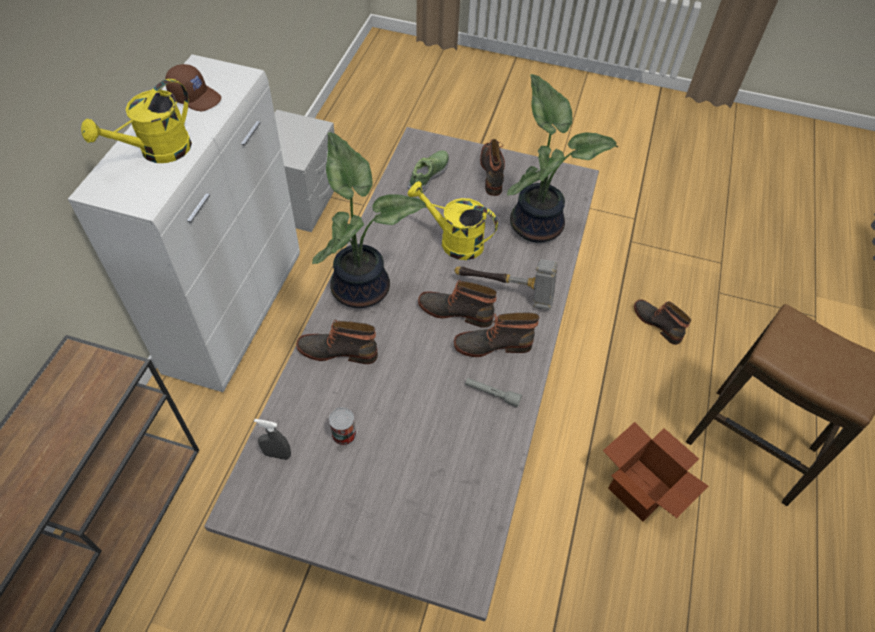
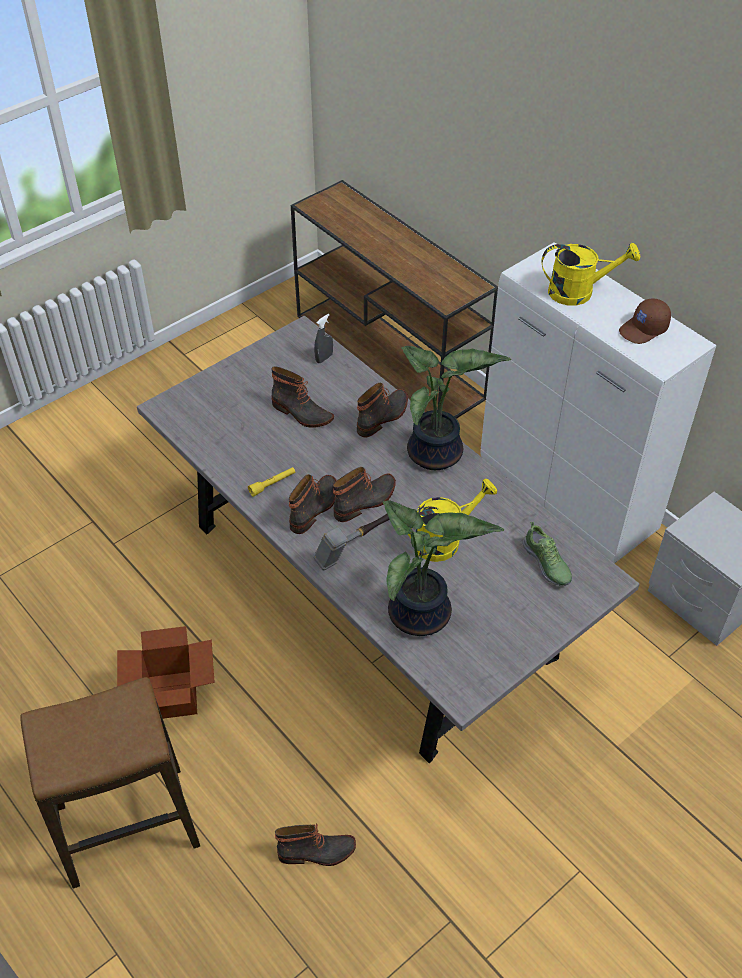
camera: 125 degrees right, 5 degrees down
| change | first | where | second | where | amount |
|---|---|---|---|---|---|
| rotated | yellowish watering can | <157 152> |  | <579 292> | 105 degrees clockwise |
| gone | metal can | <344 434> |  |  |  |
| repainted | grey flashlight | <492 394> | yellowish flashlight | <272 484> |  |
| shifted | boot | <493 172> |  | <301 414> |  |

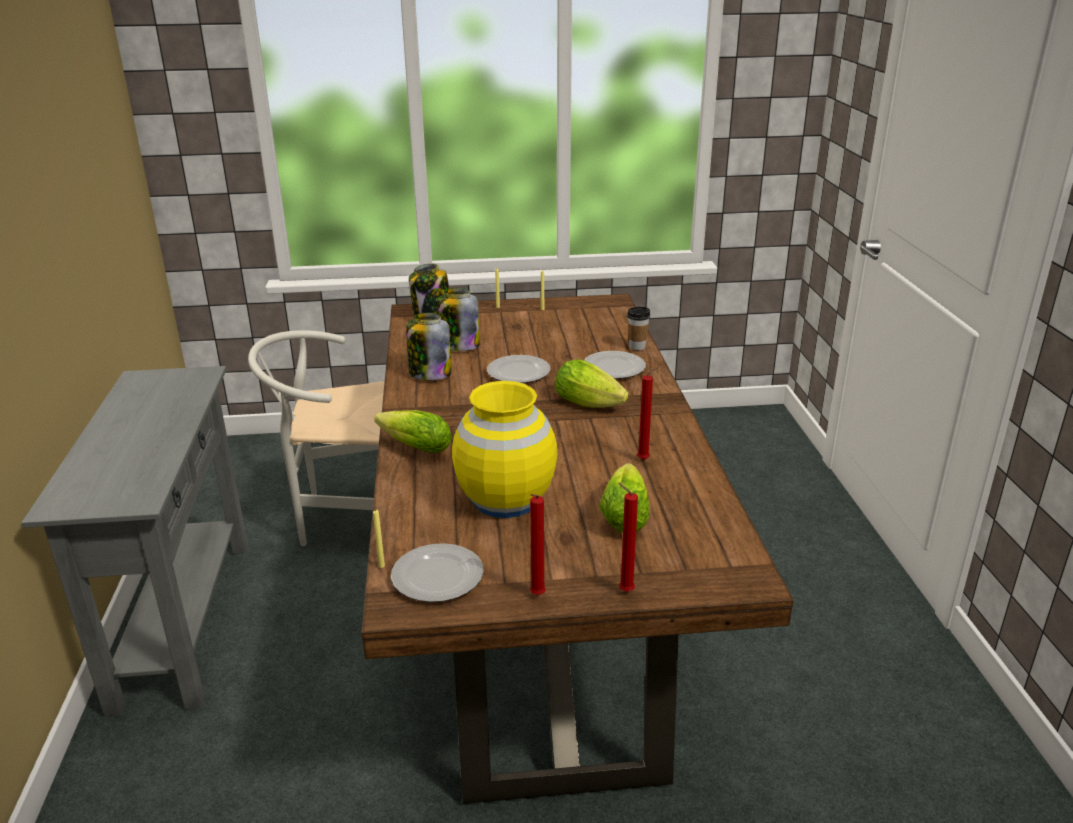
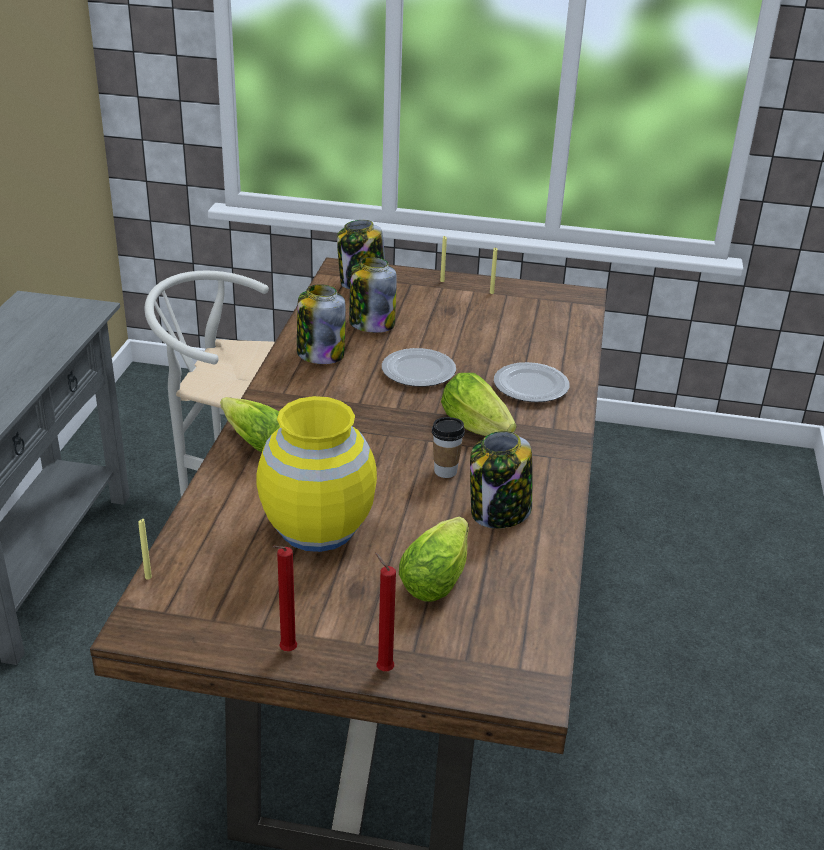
camera: 15 degrees right, 5 degrees up
| change | first | where | second | where | amount |
|---|---|---|---|---|---|
| gone | plate | <438 577> |  |  |  |
| shifted | drinking cup | <637 347> |  | <445 471> |  |
| swapped | red-coloured wax candle | <645 459> | preserve jar | <499 512> |  |

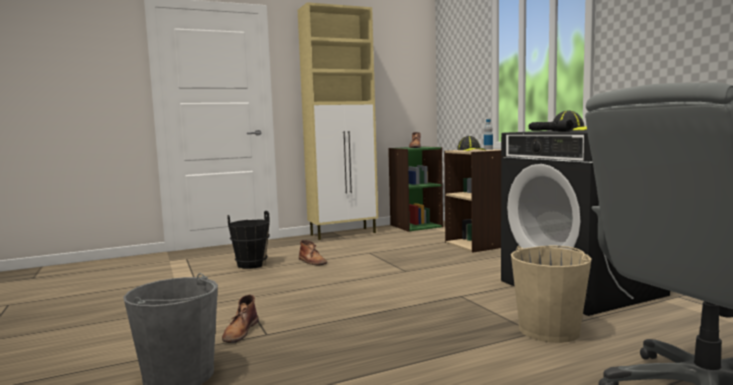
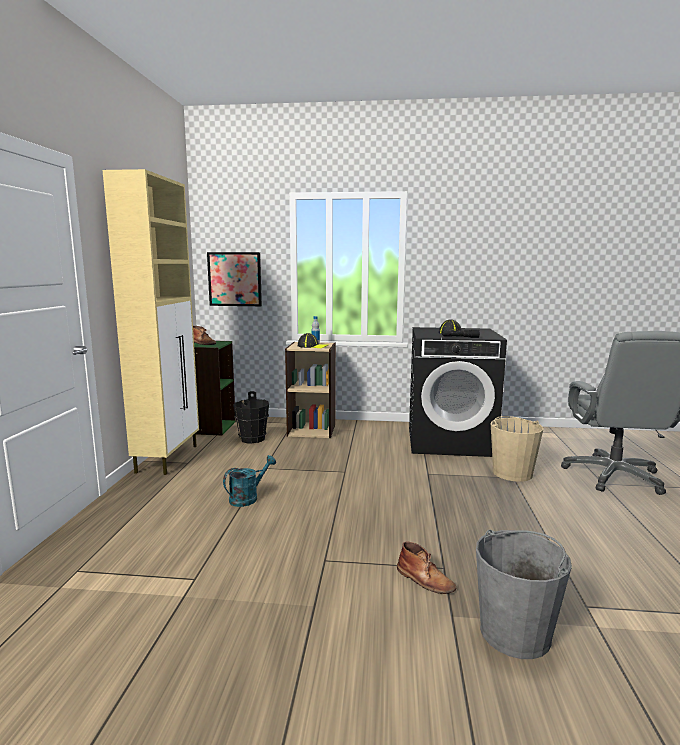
camera: 60 degrees left, 5 degrees up
| change | first | where | second | where | amount |
|---|---|---|---|---|---|
| shifted | black-coloured water bucket | <251 265> |  | <253 439> |  |
| swapped | brownish boot | <312 261> | turquoise watering can | <248 498> |  |
| new |  |  | wall art | <235 279> |  |

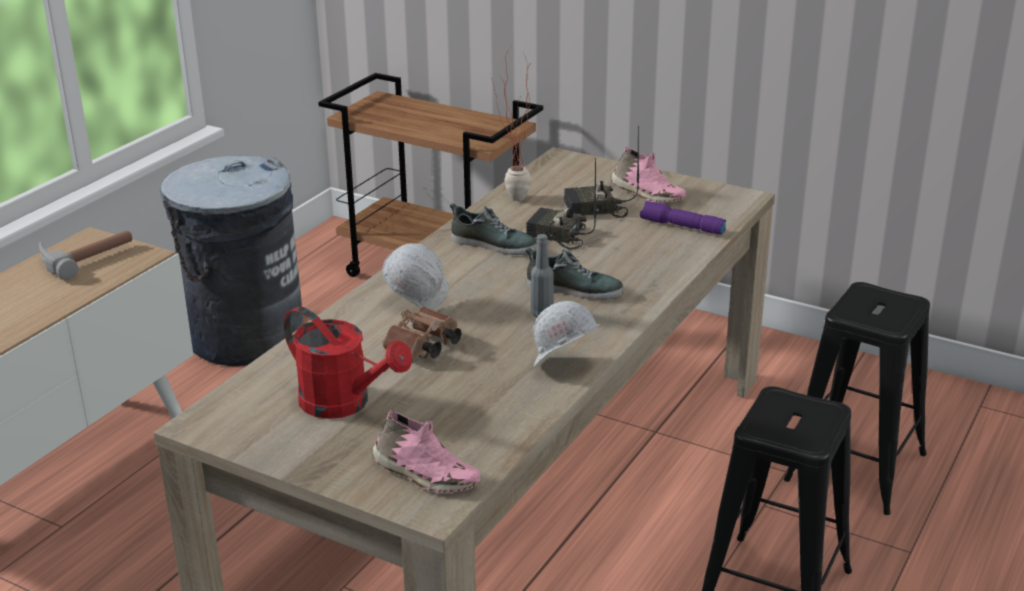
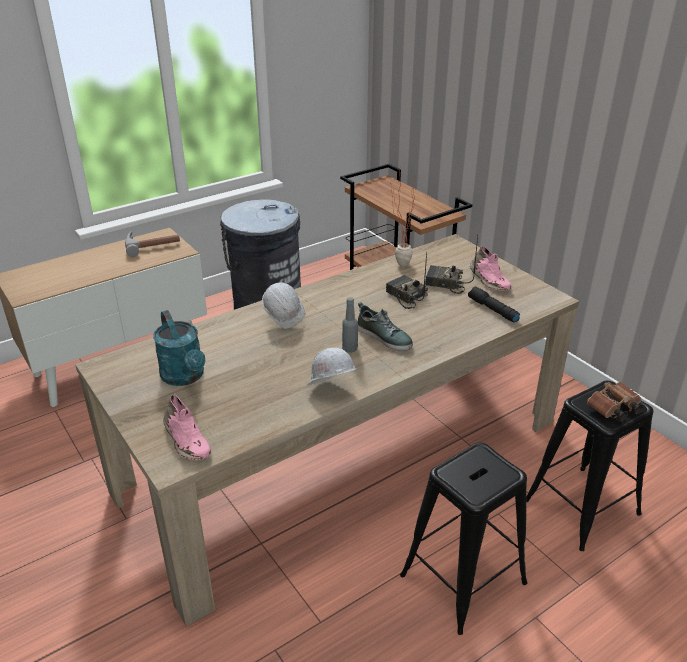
camera: 25 degrees right, 5 degrees up
| change | first | where | second | where | amount |
|---|---|---|---|---|---|
| repainted | red-coloured watering can | <345 404> | turquoise watering can | <185 377> |  |
| shifted | brownish pair of binoculars | <422 348> |  | <613 410> |  |
| gone | item of footwear | <494 244> |  |  |  |
| repainted | purple flashlight | <681 227> | black-coloured flashlight | <492 310> |  |

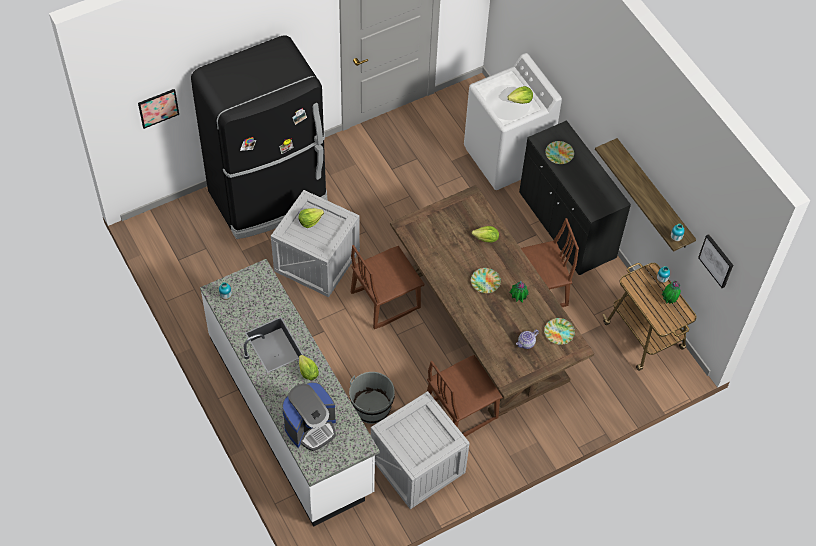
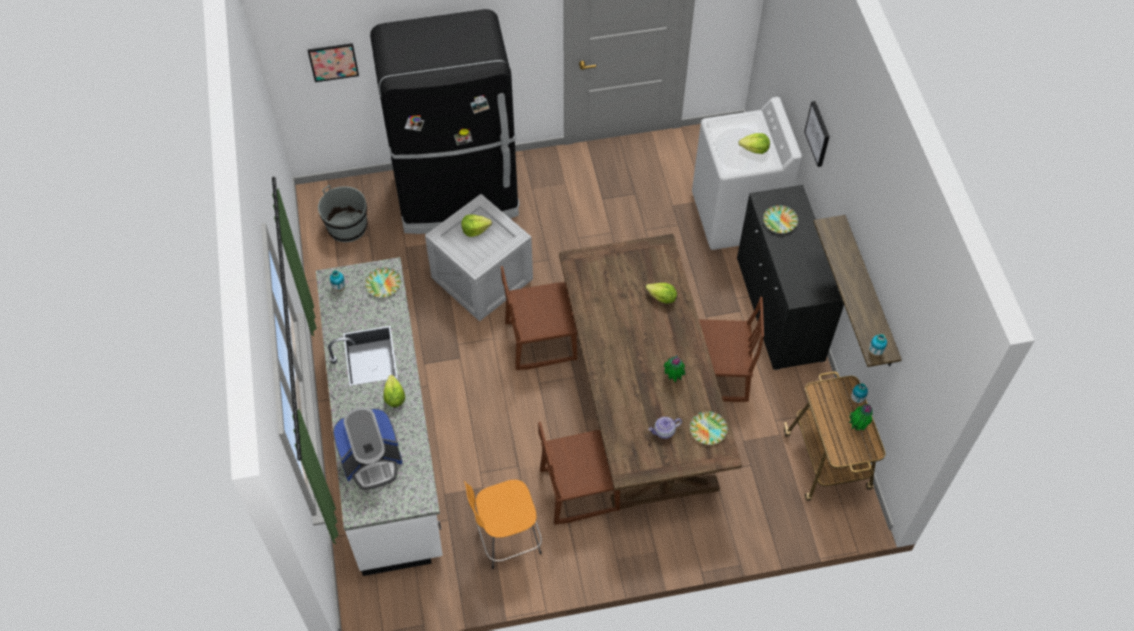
camera: 20 degrees right, 0 degrees up
| change | first | where | second | where | amount |
|---|---|---|---|---|---|
| shifted | grey water bucket | <371 407> |  | <347 227> |  |
| swapped | crate | <417 465> | orange sitting stool | <506 539> |  |
| shifted | plate | <485 282> |  | <383 284> |  |
| shifted | wall art | <716 260> |  | <818 133> |  |

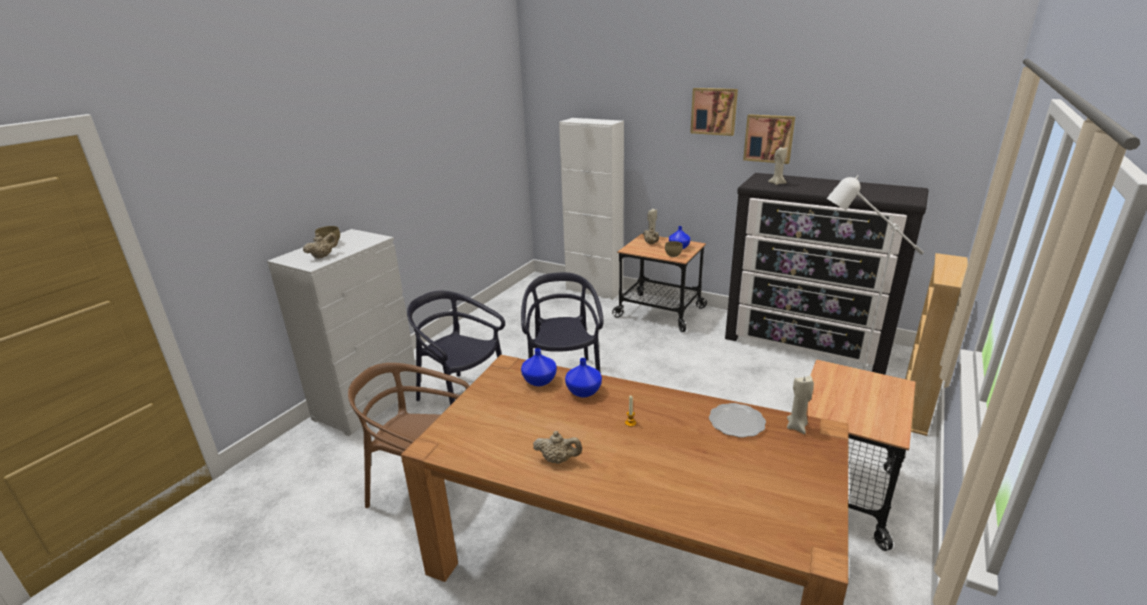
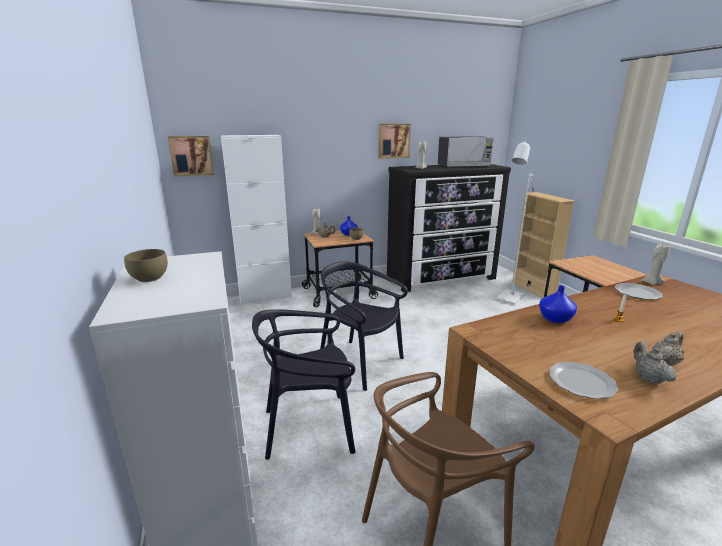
camera: 50 degrees left, 5 degrees down
| change | first | where | second | where | amount |
|---|---|---|---|---|---|
| shifted | beige-coloured teapot | <323 256> |  | <648 378> |  |
| gone | blue-coloured flower vase | <539 381> |  |  |  |
| shifted | wall art | <714 111> |  | <191 155> |  |
| new |  |  | kitchen microwave | <463 166> |  |
| new |  |  | plate | <582 382> |  |

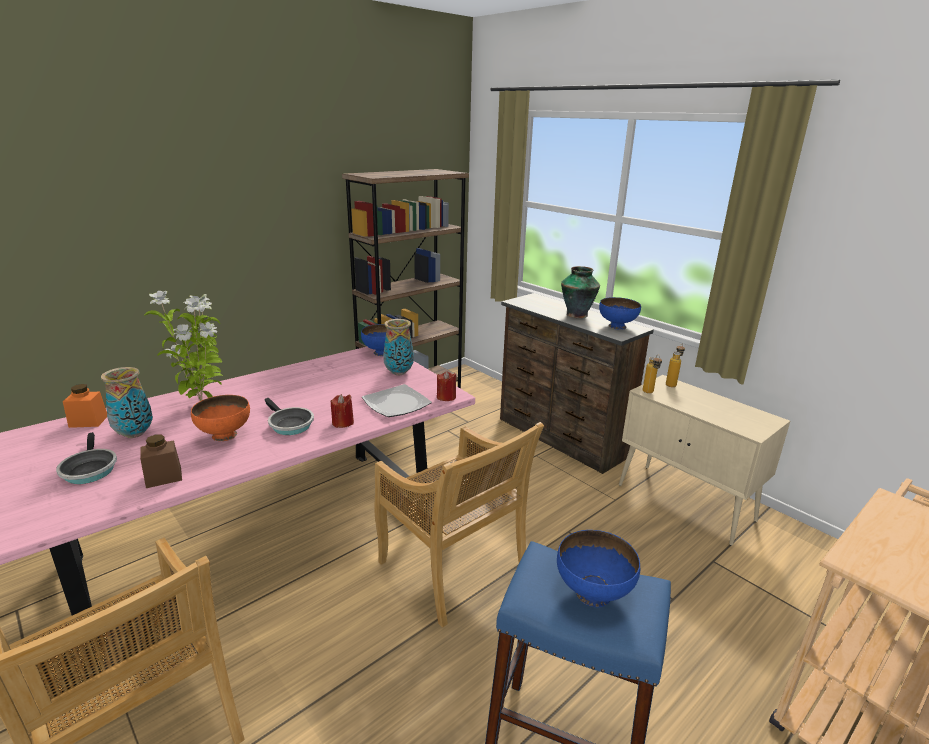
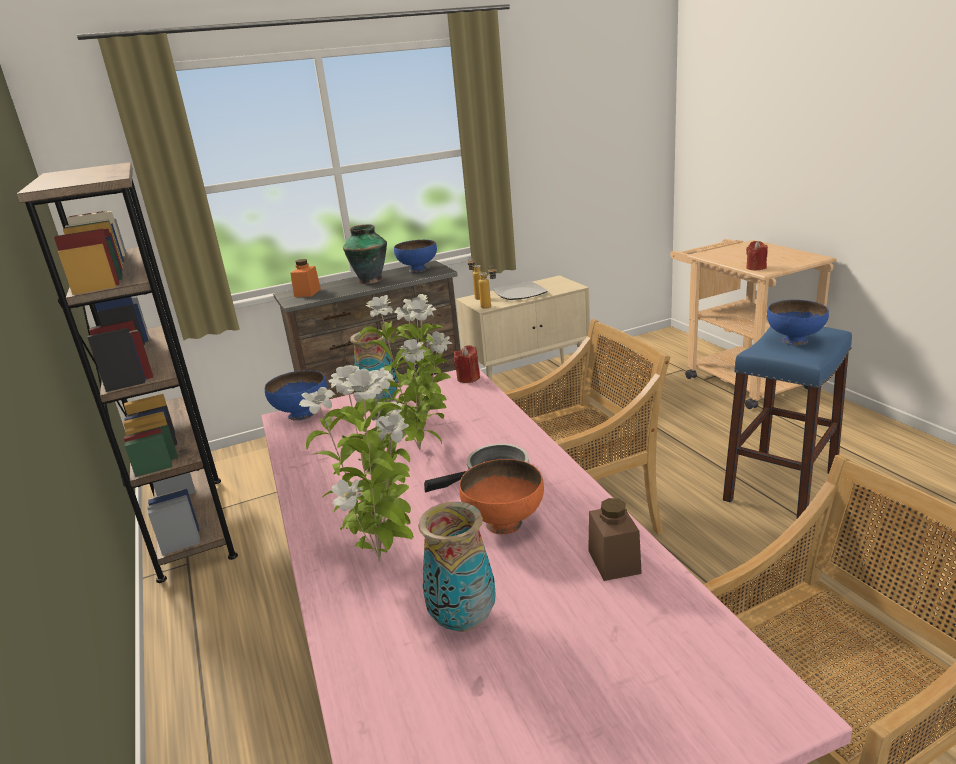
camera: 70 degrees left, 0 degrees up
| change | first | where | second | where | amount |
|---|---|---|---|---|---|
| gone | frying pan | <89 469> |  |  |  |
| shifted | orange preserve jar | <88 421> |  | <307 293> |  |
| shifted | red-coloured wax candle | <343 423> |  | <756 268> |  |
| shifted | plate | <396 403> |  | <519 293> |  |
| new |  |  | houseplant | <422 450> |  |

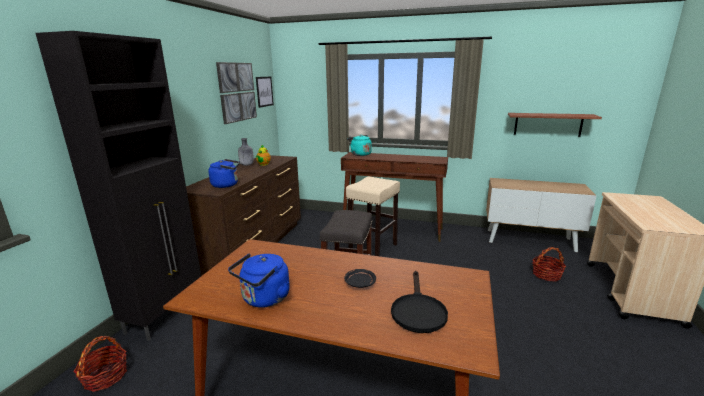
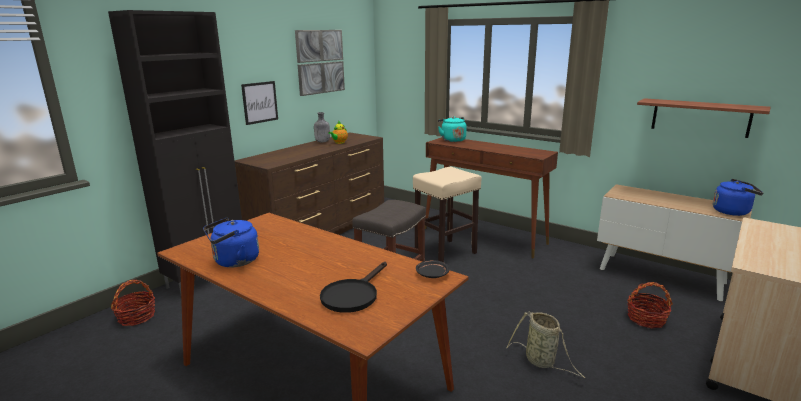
camera: 20 degrees right, 0 degrees up
| change | first | where | second | where | amount |
|---|---|---|---|---|---|
| shifted | blue-coloured water kettle | <227 185> |  | <733 211> |  |
| shifted | wall art | <264 91> |  | <260 102> |  |
| shifted | black-coloured plate | <360 283> |  | <432 274> |  |
| new |  |  | basket | <542 362> |  |

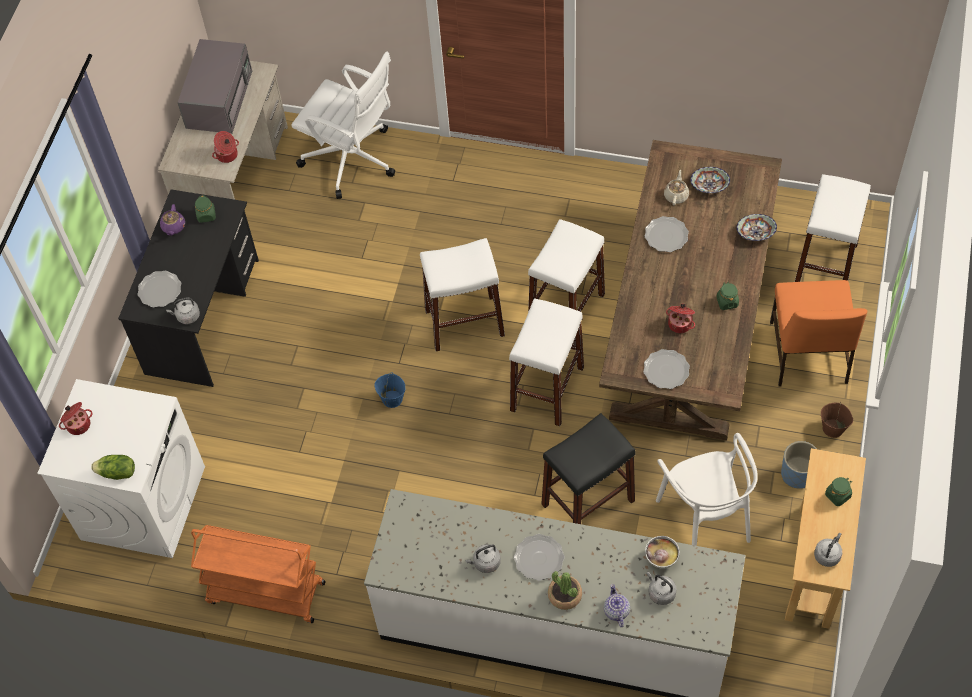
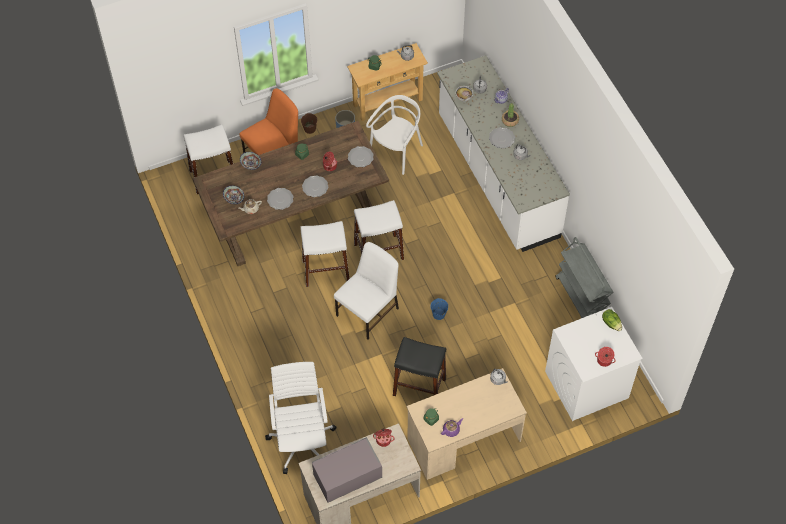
camera: 130 degrees left, 0 degrees up
| change | first | where | second | where | amount |
|---|---|---|---|---|---|
| repainted | black-coloured desk unit | <203 316> | beige-coloured desk unit | <463 440> |  |
| shifted | plate | <160 290> |  | <315 187> |  |
| repainted | orange cart | <265 593> | grey cart | <581 297> |  |
| swapped | white-coloured sitting stool | <464 322> | white-coloured upright chair | <368 311> |  |
| shifted | black-coloured sitting stool | <588 502> |  | <419 387> |  |

